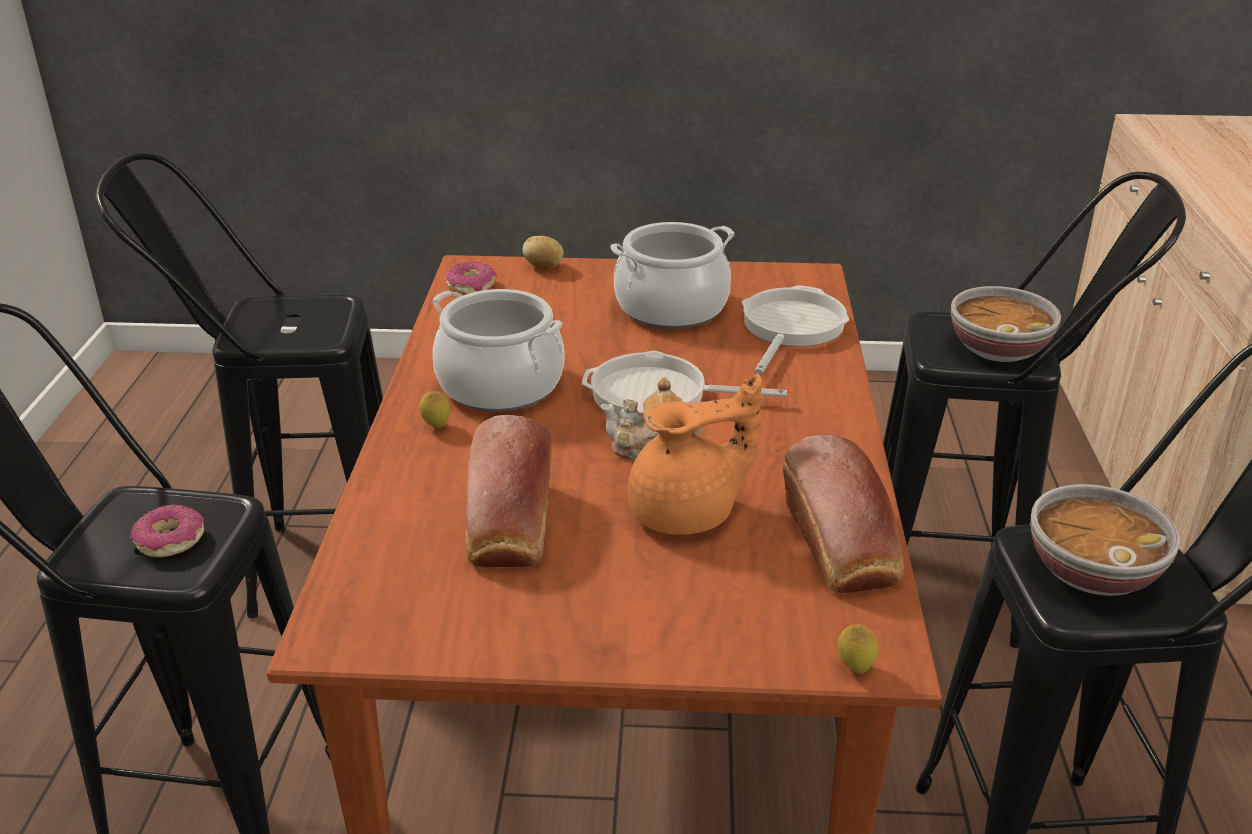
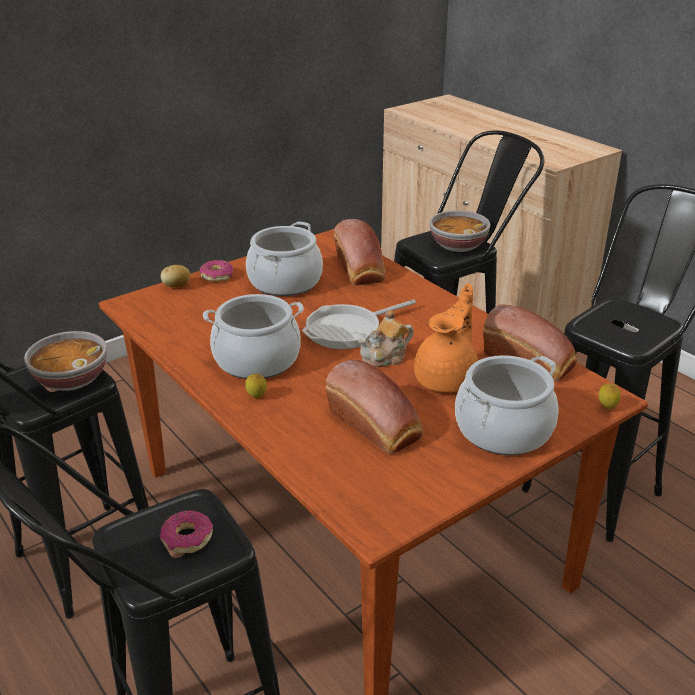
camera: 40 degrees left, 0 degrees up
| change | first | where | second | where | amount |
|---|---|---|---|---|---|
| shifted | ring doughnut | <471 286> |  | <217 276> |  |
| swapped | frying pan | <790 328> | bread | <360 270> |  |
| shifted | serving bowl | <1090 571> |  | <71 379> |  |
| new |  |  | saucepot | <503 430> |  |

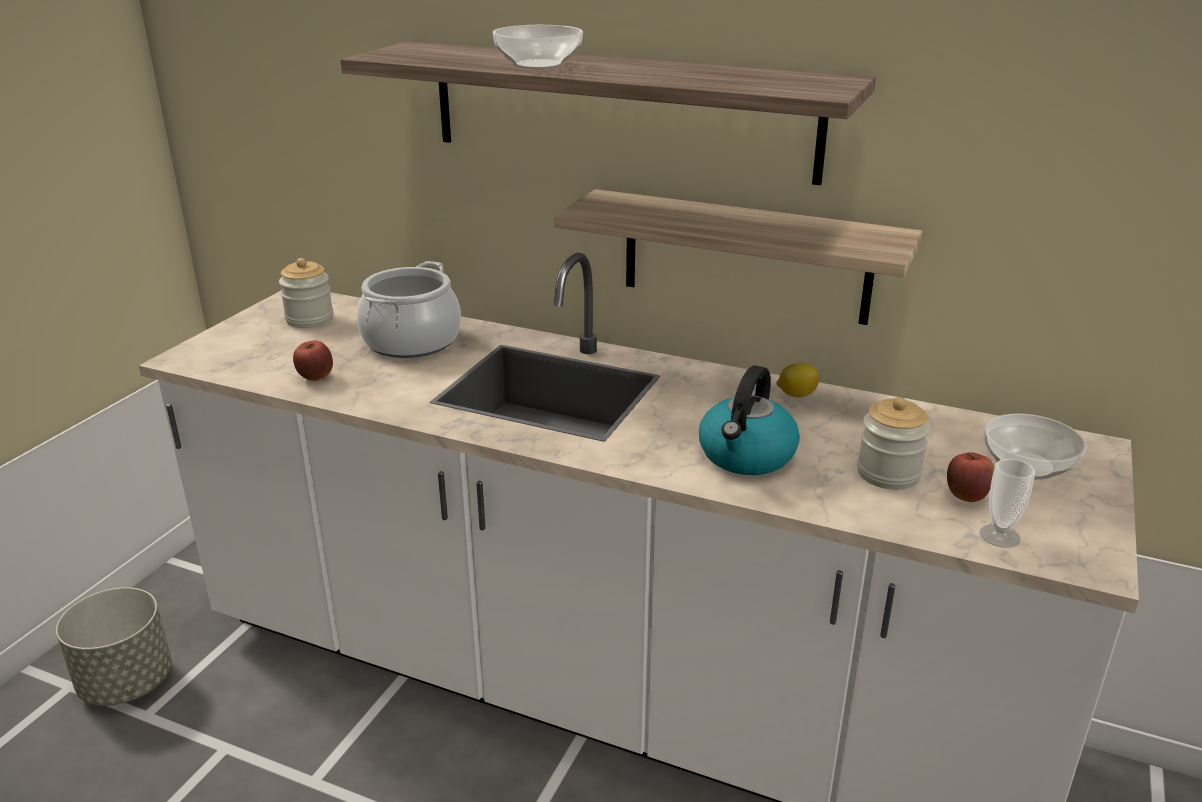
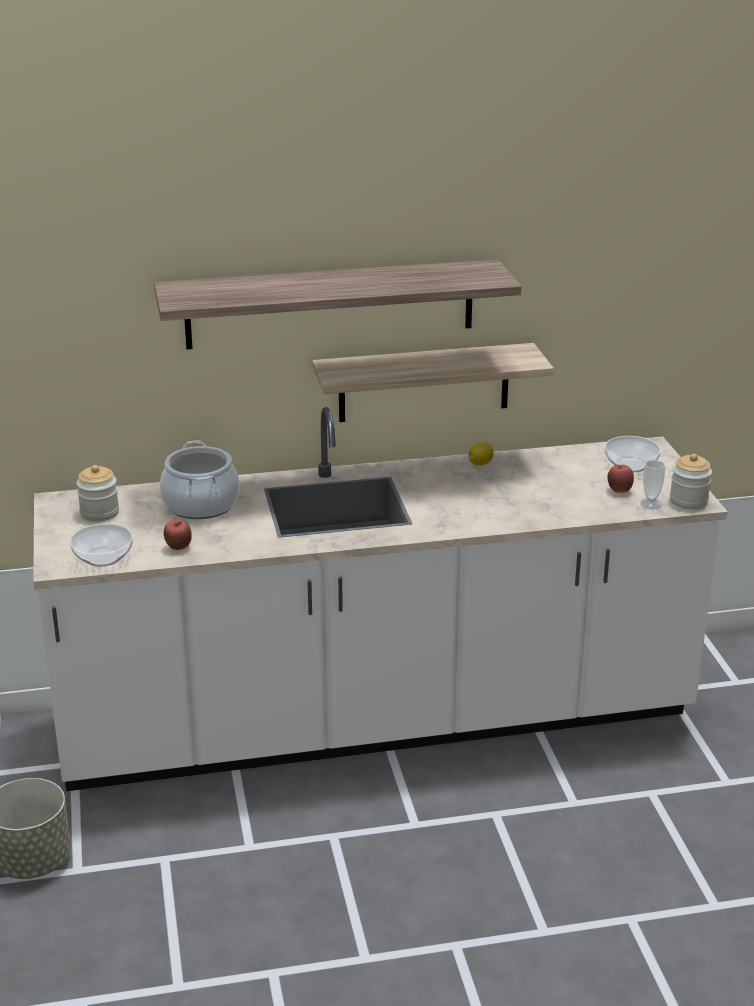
camera: 35 degrees left, 0 degrees up
| change | first | where | second | where | amount |
|---|---|---|---|---|---|
| shifted | serving bowl | <538 65> |  | <102 558> |  |
| gone | water kettle | <746 456> |  |  |  |
| shifted | preserve jar | <888 473> |  | <688 501> |  |

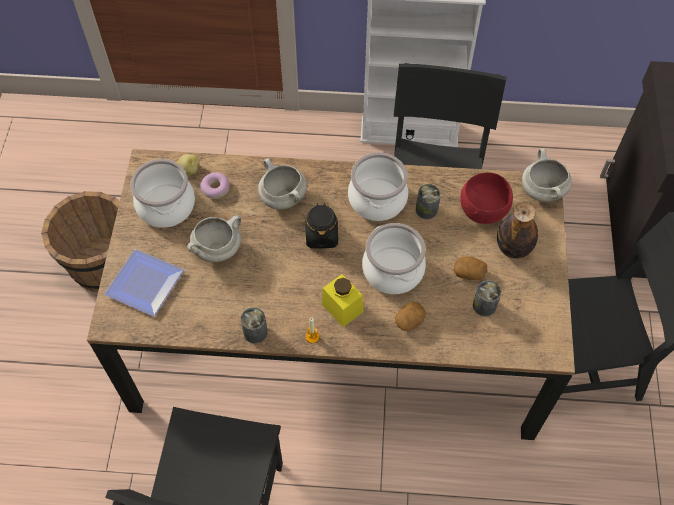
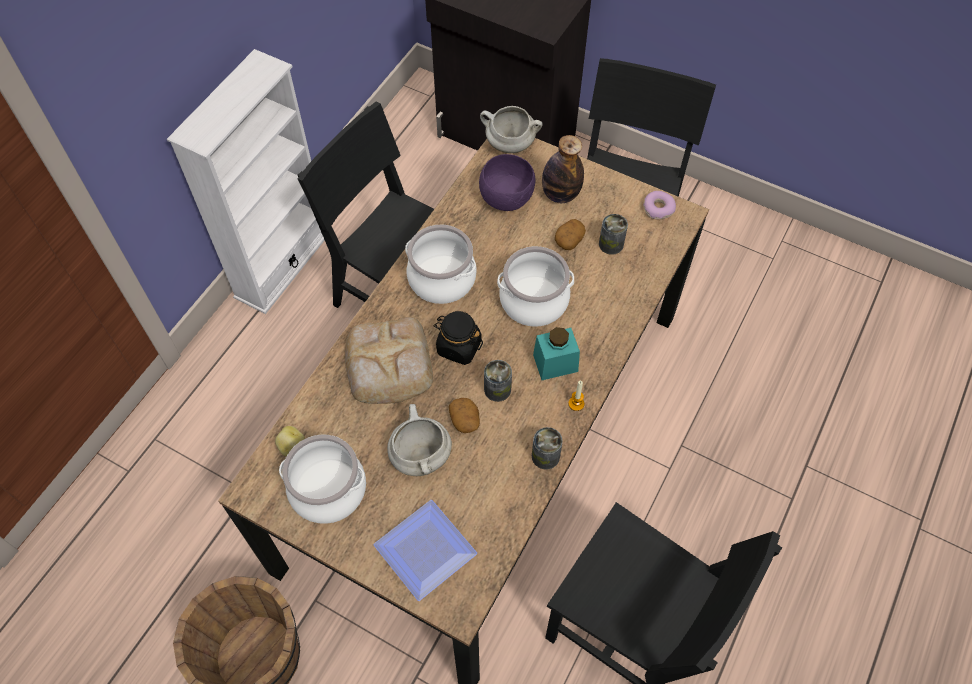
camera: 65 degrees left, 0 degrees up
| change | first | where | second | where | amount |
|---|---|---|---|---|---|
| shifted | ring doughnut | <216 188> |  | <658 208> |  |
| swapped | white-coloured saucepot | <282 197> | bread | <388 365> |  |
| repainted | yellowish preserve jar | <342 308> | turquoise preserve jar | <555 363> |  |
| shifted | spud | <409 321> |  | <465 420> |  |
| shifted | metal can | <426 210> |  | <497 389> |  |
| repainted | red-coloured serving bowl | <484 211> | purple serving bowl | <507 198> |  |

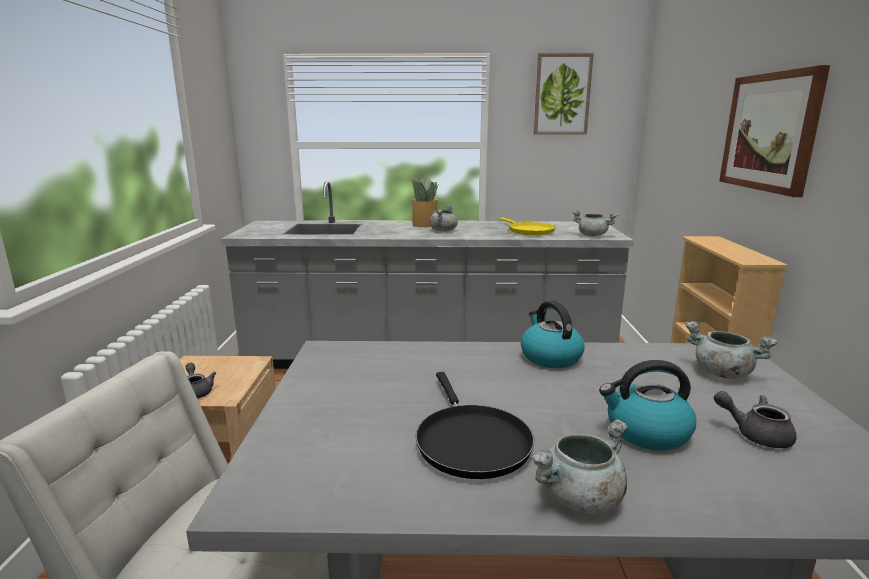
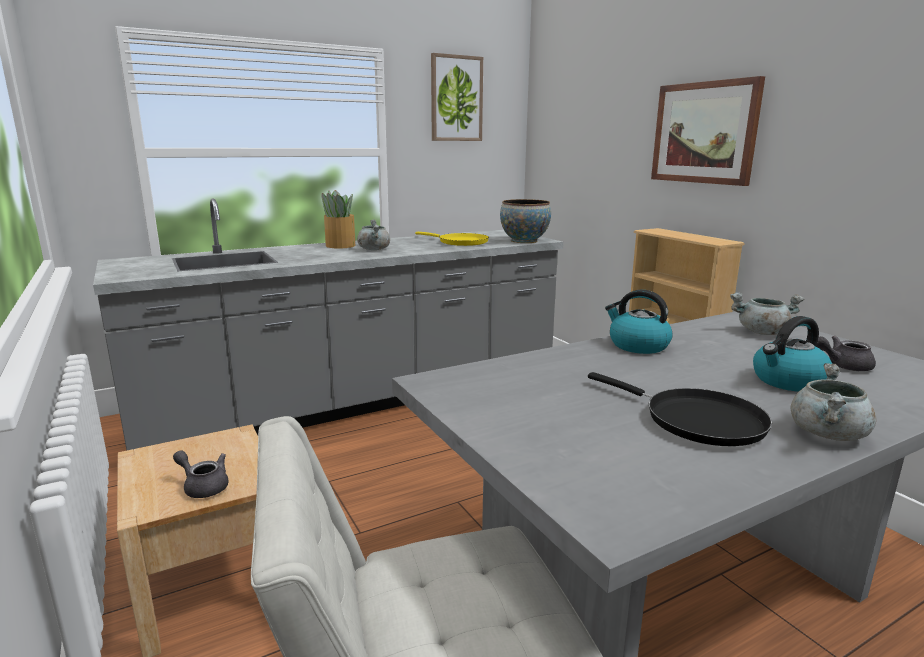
camera: 30 degrees left, 0 degrees up
| change | first | where | second | where | amount |
|---|---|---|---|---|---|
| swapped | grey saucepot | <592 235> | serving bowl | <524 241> |  |

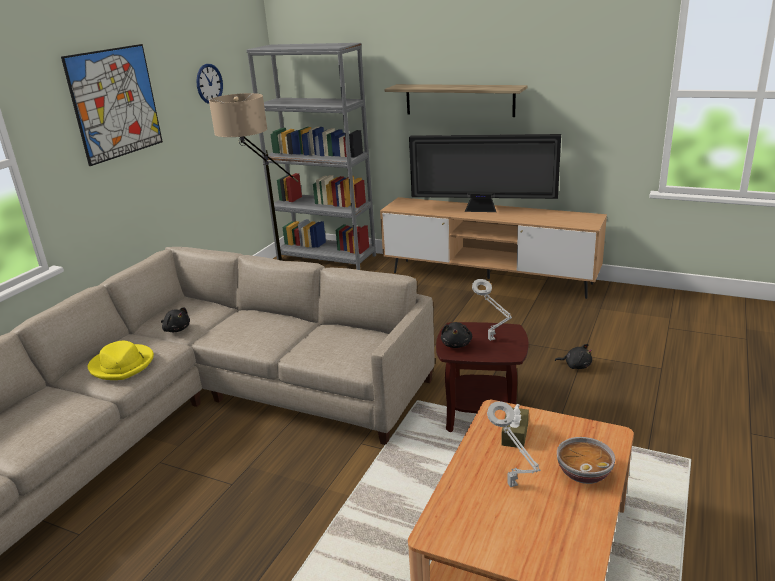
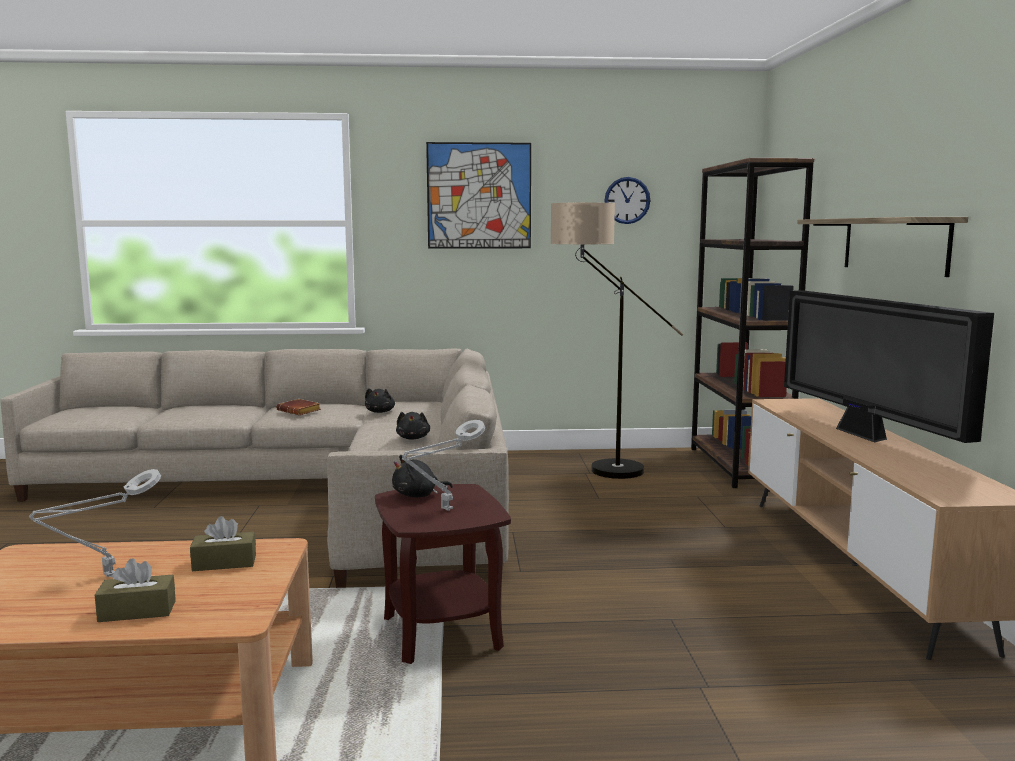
camera: 60 degrees right, 15 degrees down
| change | first | where | second | where | amount |
|---|---|---|---|---|---|
| swapped | yellowish clothing hat | <122 365> | brownish bound book | <300 411> |  |
| repainted | grey shelving unit | <326 257> | brownish shelving unit | <738 466> |  |
| shifted | black-coloured soft toy | <576 365> |  | <413 438> |  |
| swapped | serving bowl | <583 473> | brownish tissue holder | <137 611> |  |

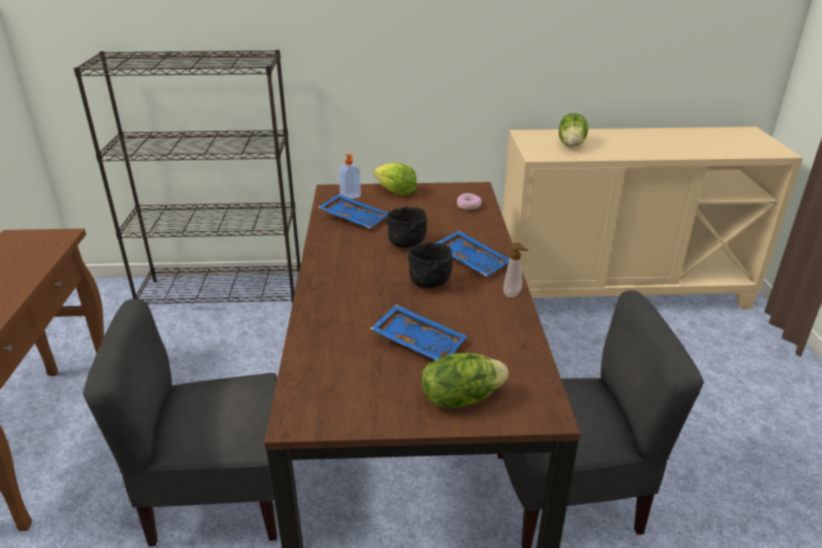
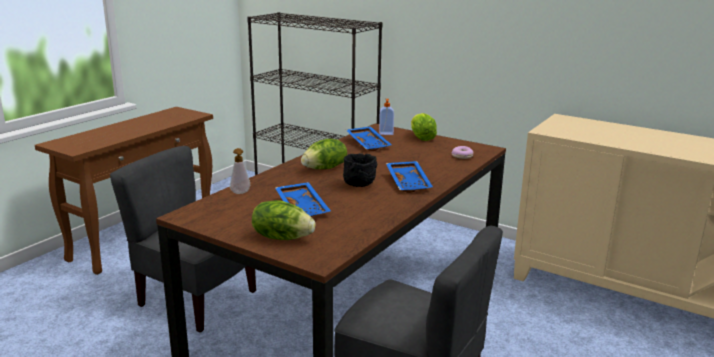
camera: 35 degrees right, 10 degrees down
| change | first | where | second | where | amount |
|---|---|---|---|---|---|
| gone | black-coloured serving bowl | <407 245> |  |  |  |
| shifted | liquid soap bottle | <513 295> |  | <240 193> |  |
| shifted | lettuce head | <572 144> |  | <325 168> |  |

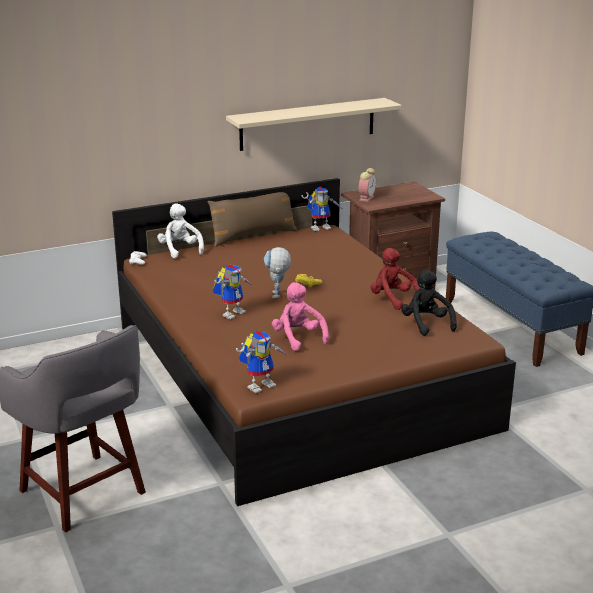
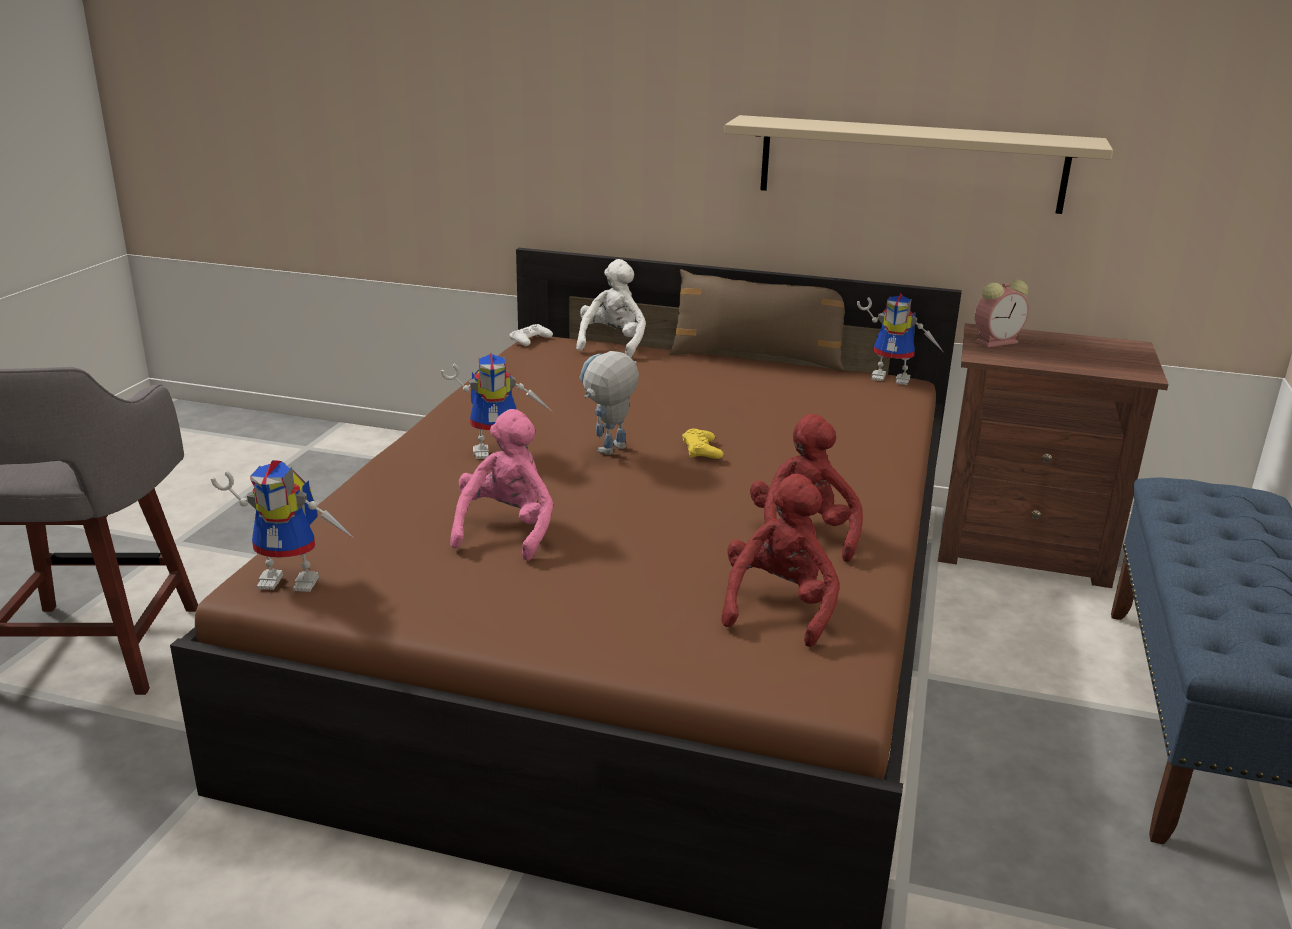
camera: 40 degrees right, 0 degrees up
| change | first | where | second | where | amount |
|---|---|---|---|---|---|
| repainted | black-coloured soft toy | <426 324> | red-coloured soft toy | <779 607> |  |

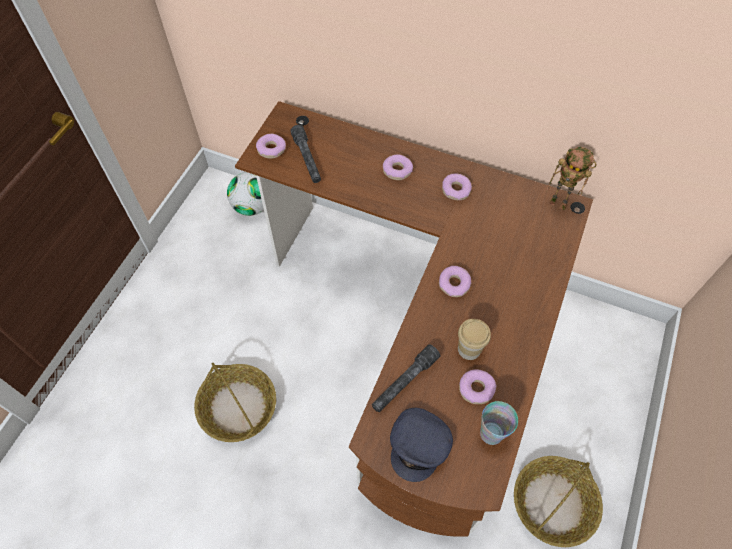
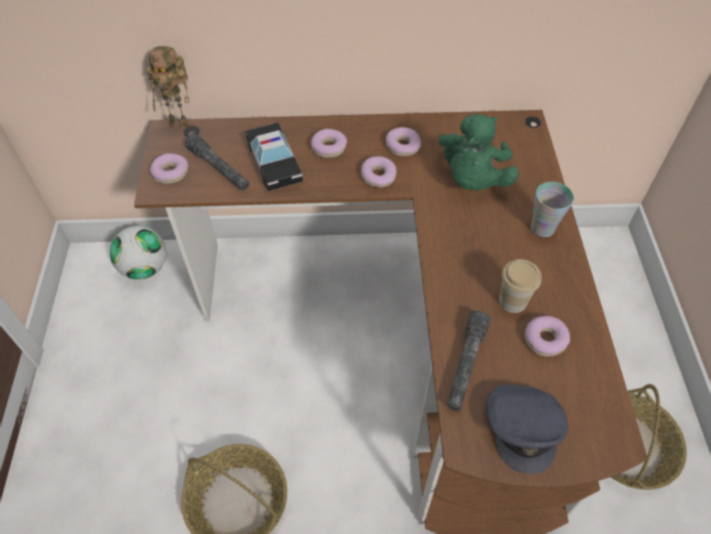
camera: 25 degrees left, 5 degrees down
| change | first | where | second | where | amount |
|---|---|---|---|---|---|
| shifted | ring doughnut | <454 284> |  | <378 176> |  |
| shifted | drinking cup | <491 433> |  | <542 228> |  |
| shifted | toy robot | <559 203> |  | <181 123> |  |
| new |  |  | miniature car | <274 163> |  |
| new |  |  | green-coloured soft toy | <472 179> |  |

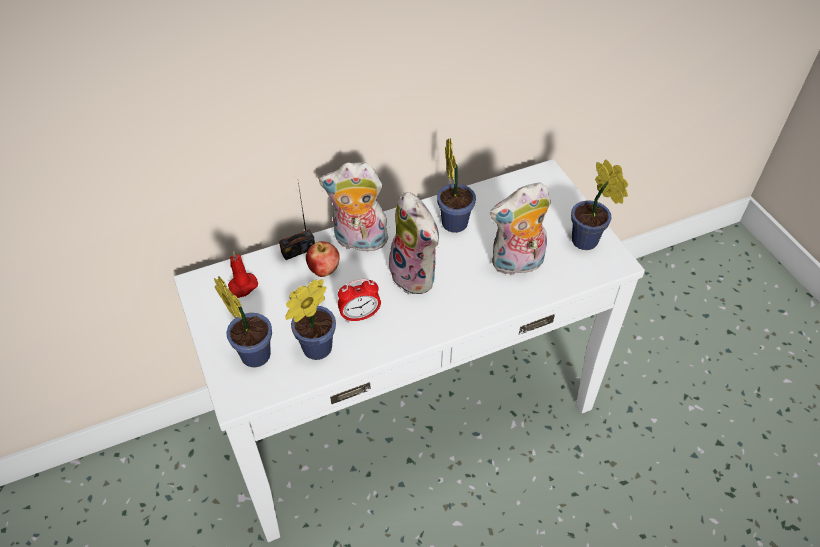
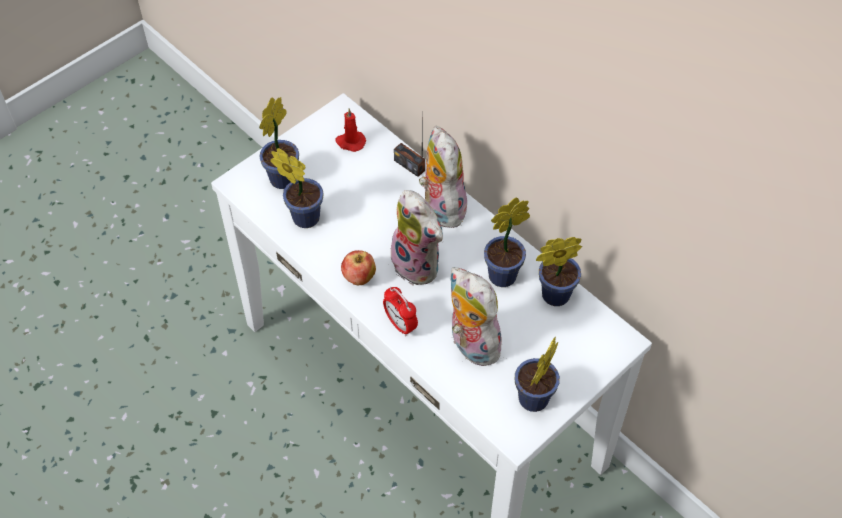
camera: 70 degrees right, 5 degrees up
| change | first | where | second | where | amount |
|---|---|---|---|---|---|
| shifted | apple | <324 270> |  | <359 278> |  |
| shifted | table clock | <360 316> |  | <400 324> |  |
| rotated | soft toy | <416 275> |  | <419 264> | 75 degrees counterclockwise |
| new |  |  | houseplant | <551 295> |  |

